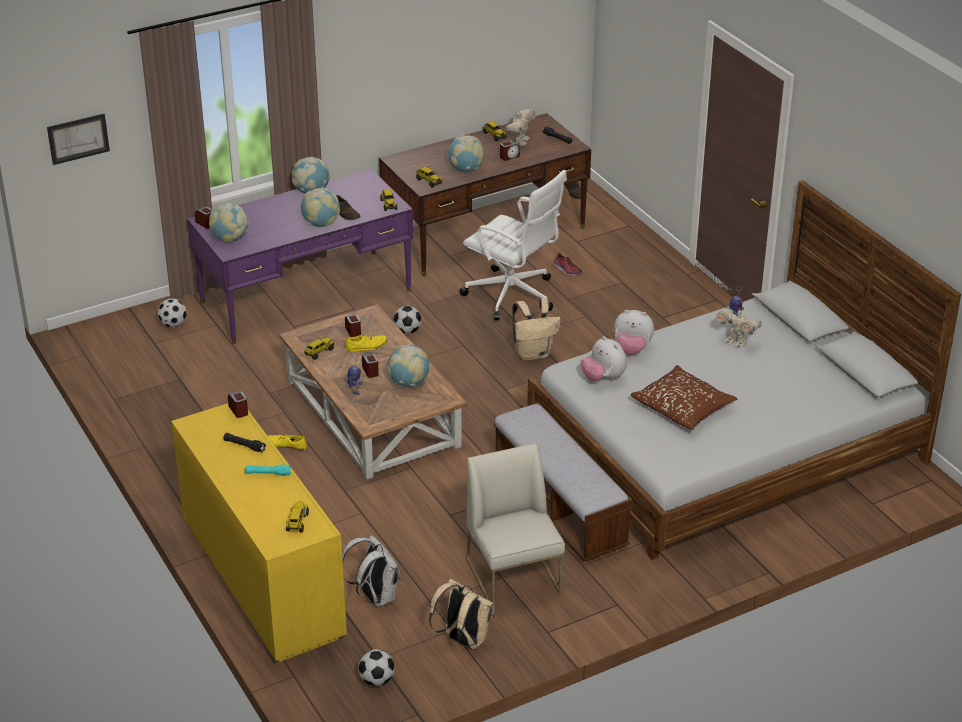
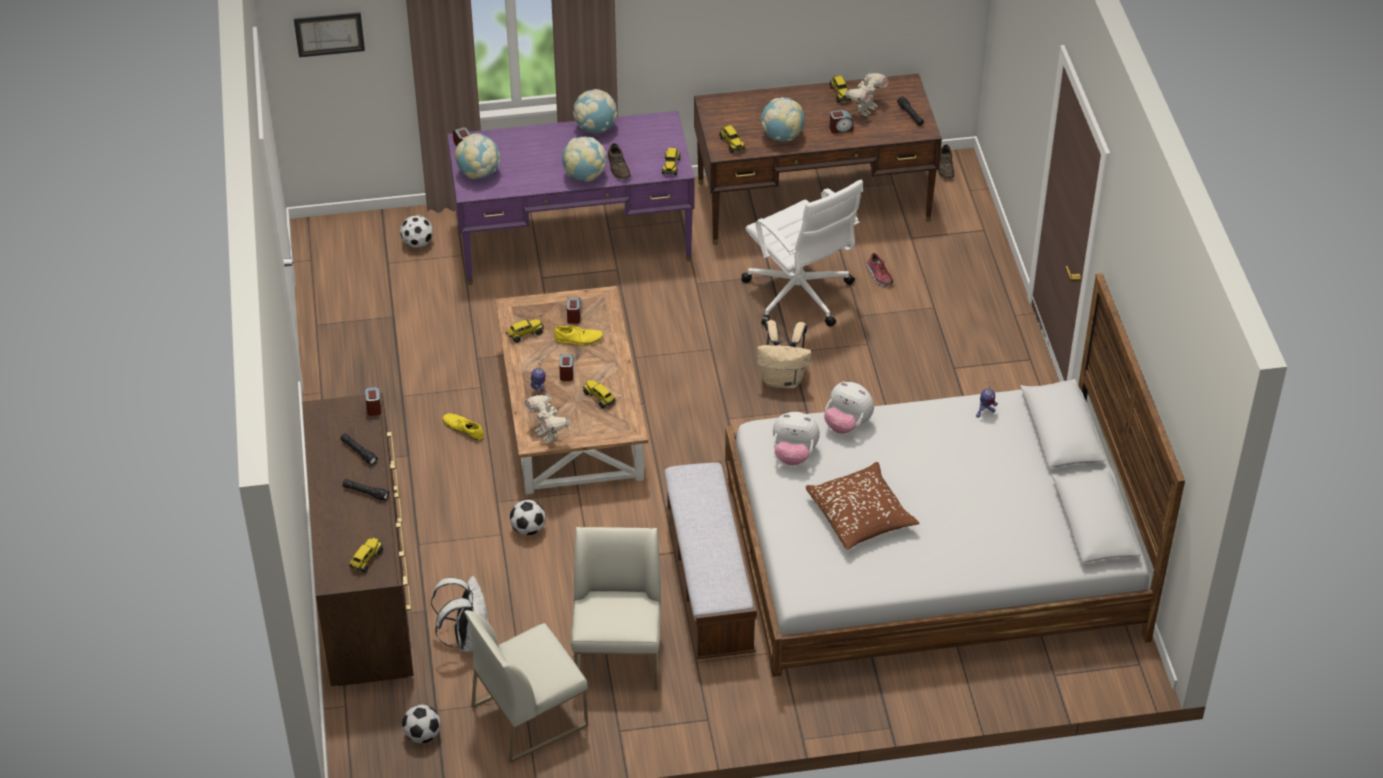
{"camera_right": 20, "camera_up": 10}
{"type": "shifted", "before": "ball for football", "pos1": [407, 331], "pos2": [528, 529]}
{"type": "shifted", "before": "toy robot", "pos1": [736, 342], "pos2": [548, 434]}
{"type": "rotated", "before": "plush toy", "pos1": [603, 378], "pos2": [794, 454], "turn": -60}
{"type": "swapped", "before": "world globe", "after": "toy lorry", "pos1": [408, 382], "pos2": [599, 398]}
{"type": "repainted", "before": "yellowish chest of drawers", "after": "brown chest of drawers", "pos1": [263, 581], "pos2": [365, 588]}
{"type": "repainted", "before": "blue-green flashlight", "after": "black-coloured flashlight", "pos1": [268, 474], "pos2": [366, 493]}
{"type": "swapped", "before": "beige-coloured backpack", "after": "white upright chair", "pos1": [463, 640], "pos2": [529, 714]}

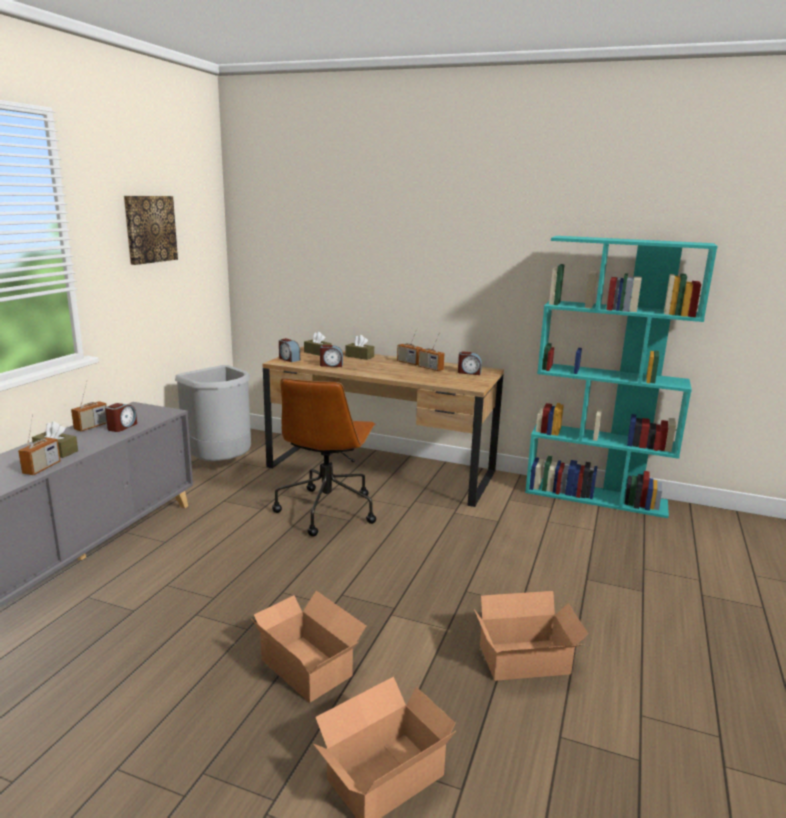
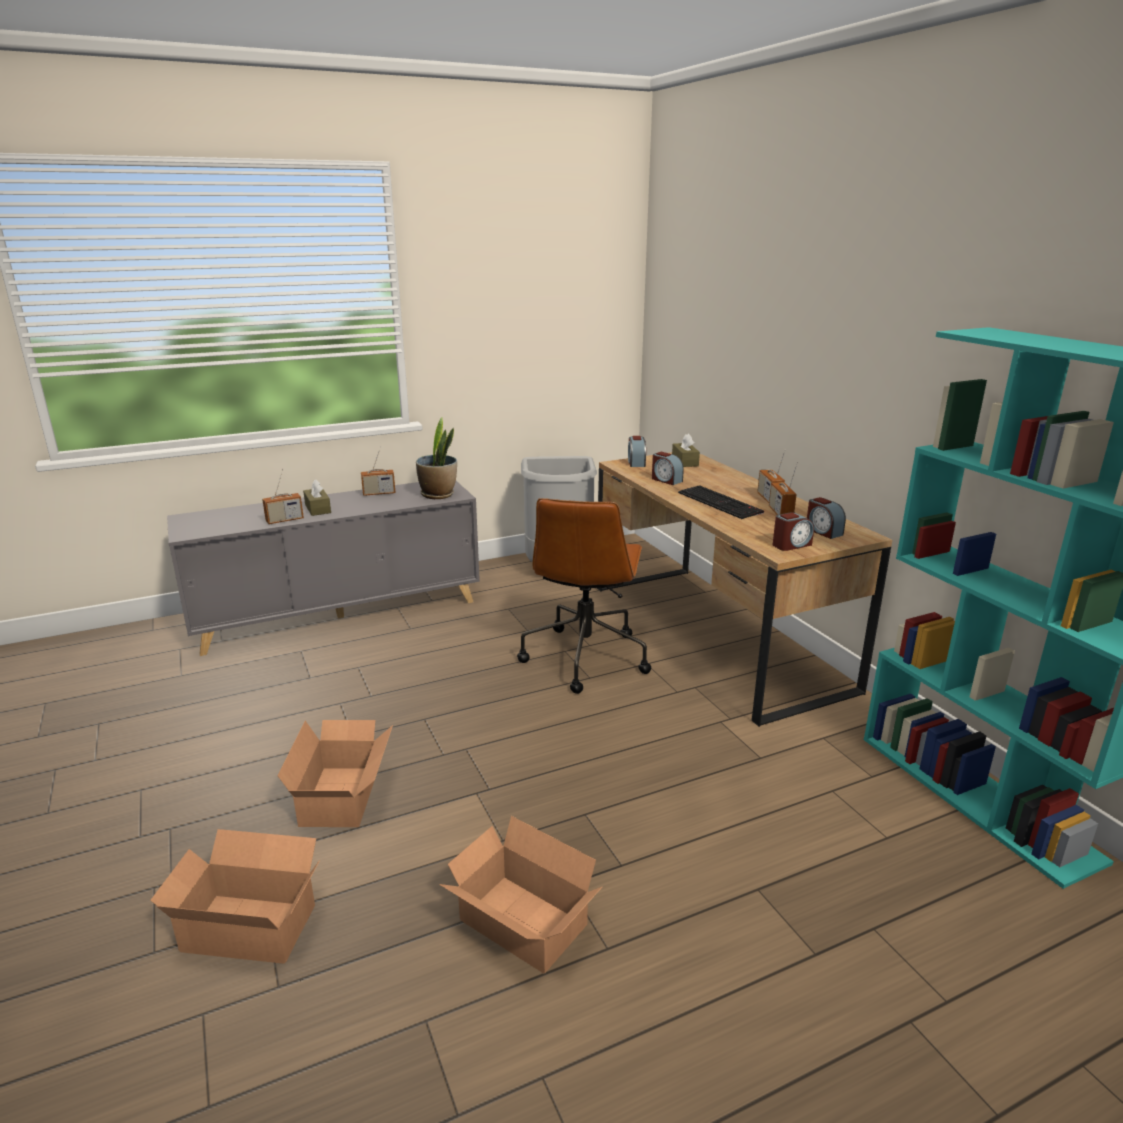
{"camera_right": 45, "camera_up": 5}
{"type": "gone", "before": "wall art", "pos1": [150, 229]}
{"type": "gone", "before": "brown box of tissues", "pos1": [359, 356]}
{"type": "rotated", "before": "brown computer chair", "pos1": [327, 510], "pos2": [585, 657], "turn": -45}
{"type": "shifted", "before": "table clock", "pos1": [122, 427], "pos2": [791, 545]}
{"type": "new", "after": "plant in a pot", "pos2": [438, 494]}
{"type": "new", "after": "computer keyboard", "pos2": [721, 502]}

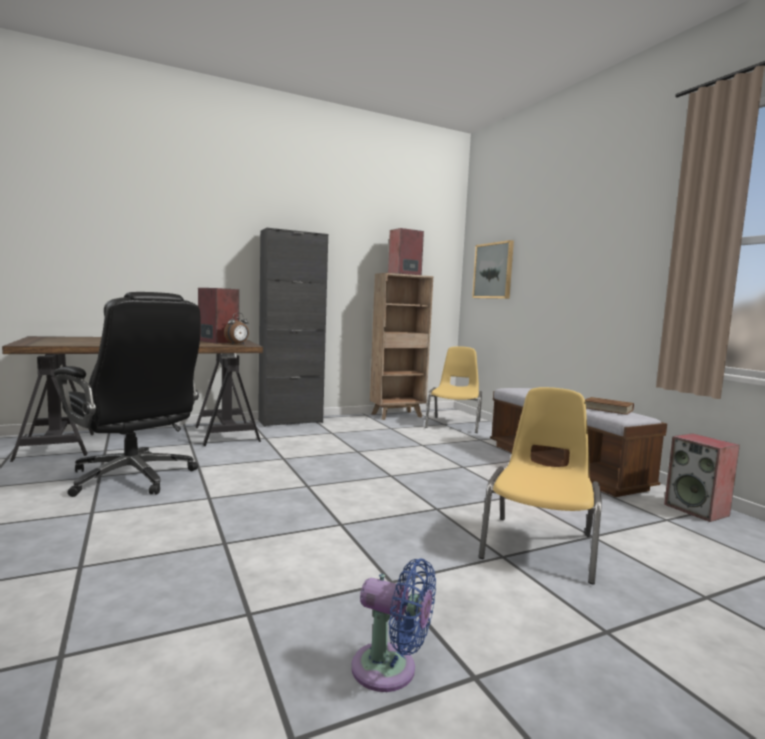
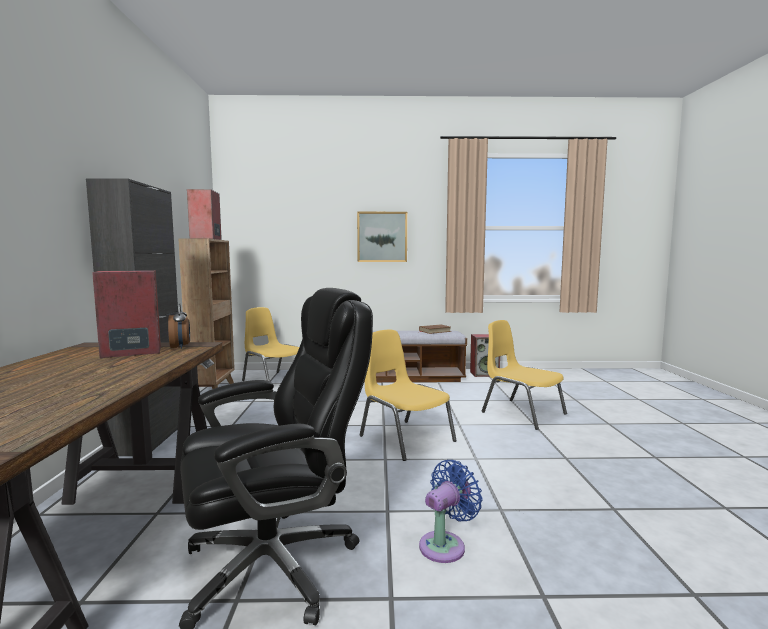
{"camera_right": -65, "camera_up": 0}
{"type": "shifted", "before": "wall art", "pos1": [493, 270], "pos2": [382, 237]}
{"type": "shifted", "before": "blue electric fan", "pos1": [390, 670], "pos2": [445, 545]}
{"type": "new", "after": "yellowish upright chair", "pos2": [405, 438]}

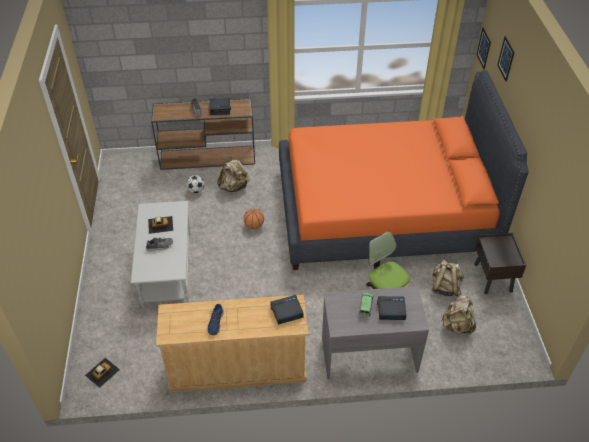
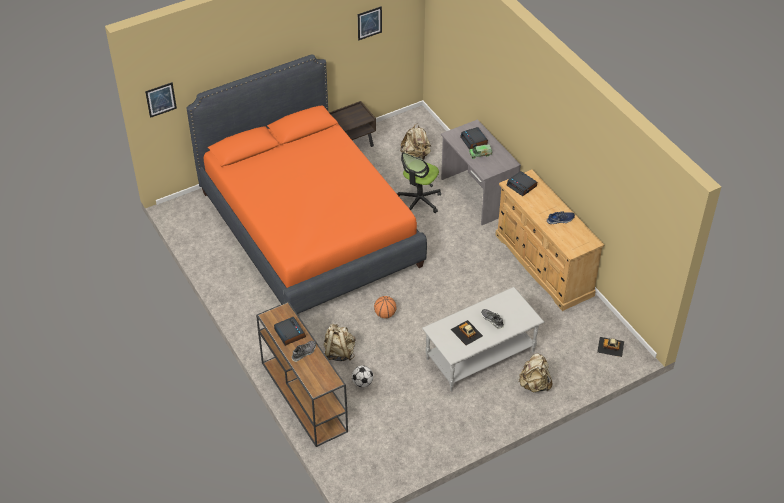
{"camera_right": -115, "camera_up": 0}
{"type": "shifted", "before": "wall art", "pos1": [506, 59], "pos2": [369, 23]}
{"type": "shifted", "before": "beige-coloured backpack", "pos1": [444, 287], "pos2": [534, 384]}

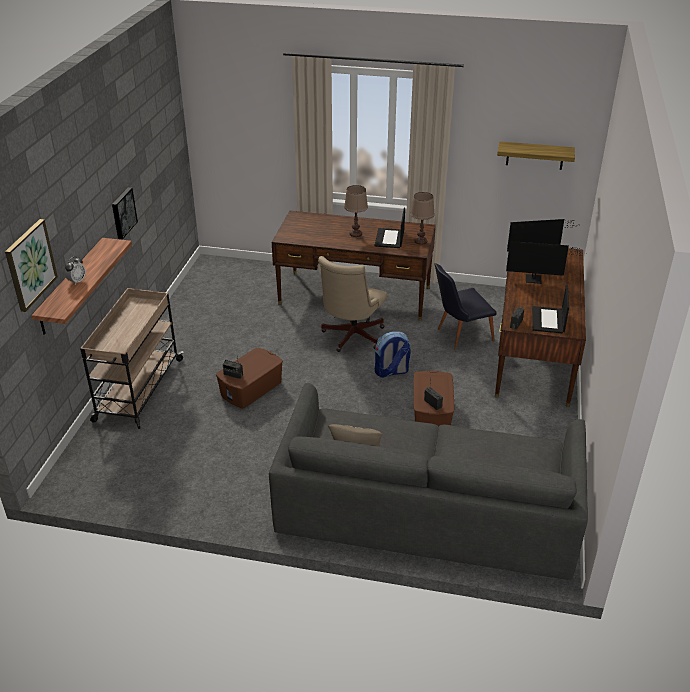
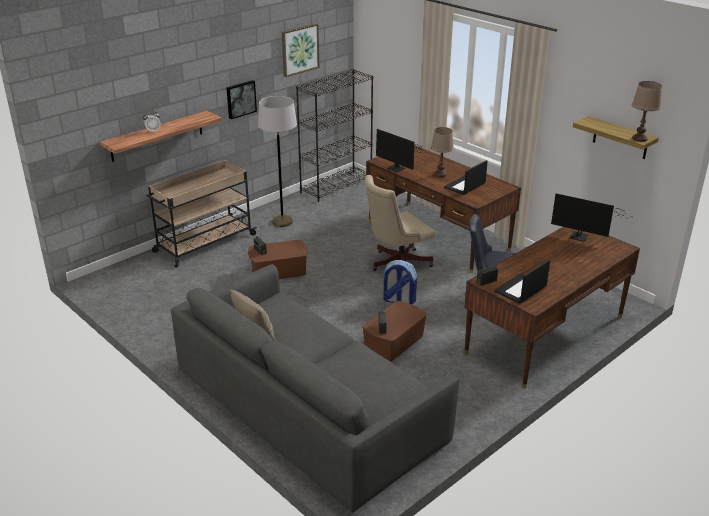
{"camera_right": 35, "camera_up": -5}
{"type": "shifted", "before": "brown table lamp", "pos1": [420, 241], "pos2": [639, 138]}
{"type": "shifted", "before": "wall art", "pos1": [30, 264], "pos2": [299, 49]}
{"type": "shifted", "before": "monitor", "pos1": [536, 279], "pos2": [397, 169]}
{"type": "new", "after": "black-coloured bookcase", "pos2": [336, 186]}
{"type": "new", "after": "gray floor lamp", "pos2": [282, 222]}

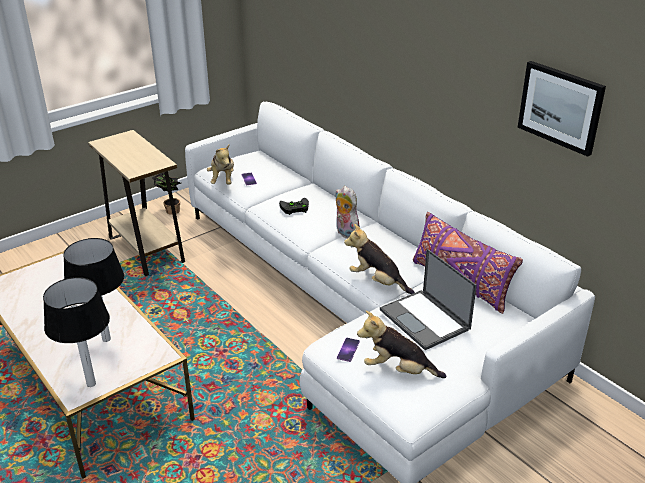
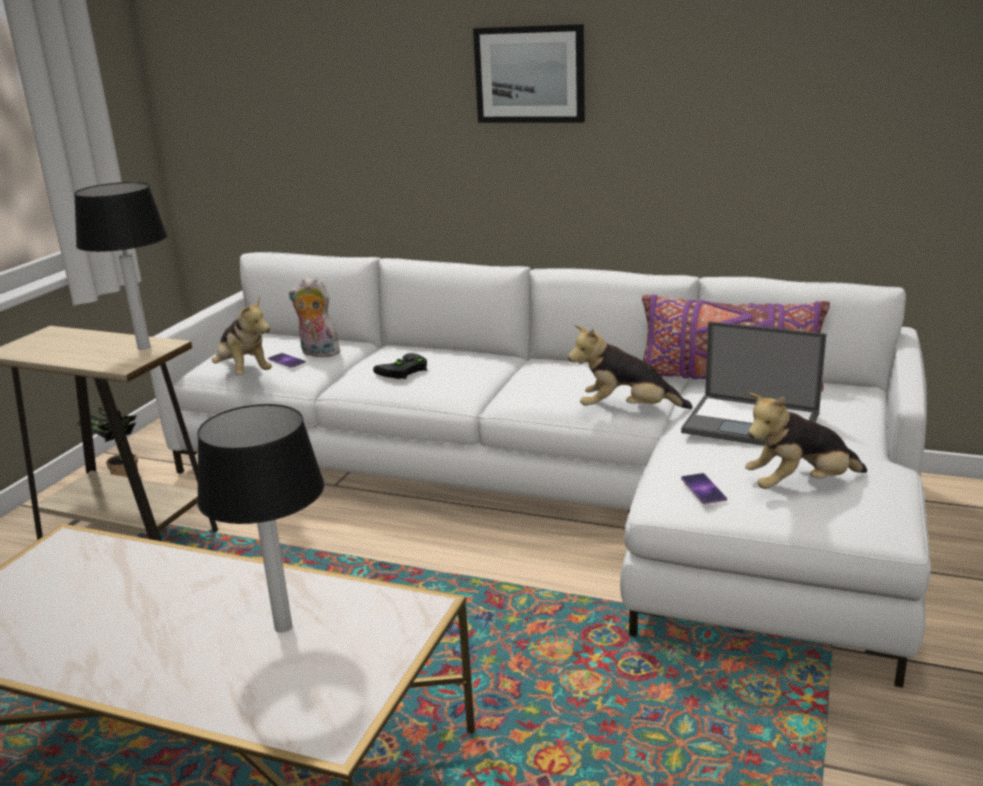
{"camera_right": -30, "camera_up": -10}
{"type": "shifted", "before": "wall art", "pos1": [560, 107], "pos2": [530, 74]}
{"type": "shifted", "before": "plush toy", "pos1": [345, 233], "pos2": [318, 353]}
{"type": "shifted", "before": "table lamp", "pos1": [90, 384], "pos2": [143, 347]}

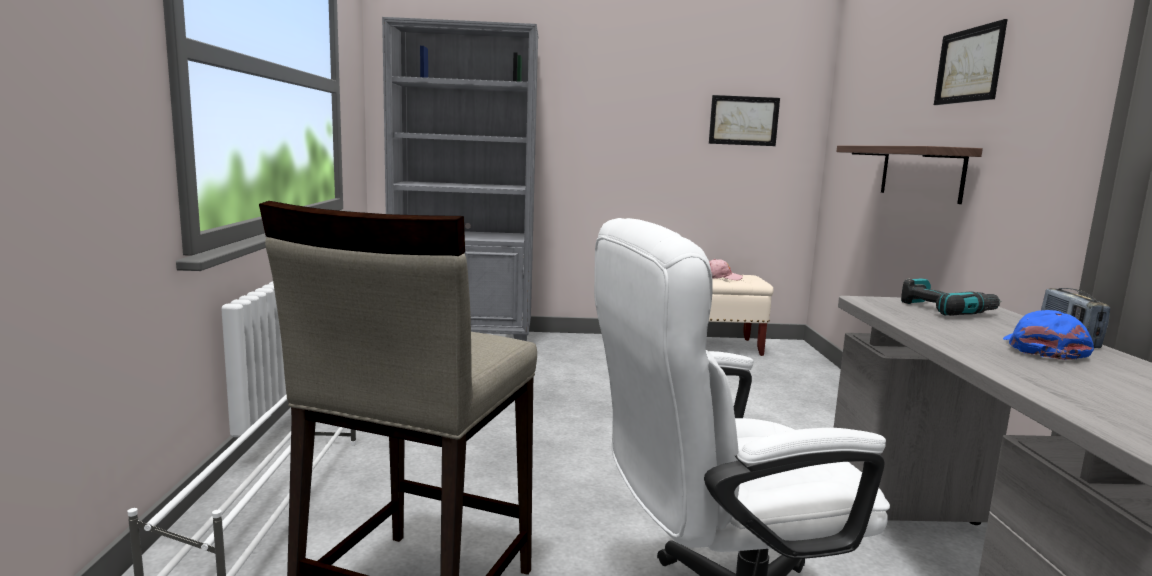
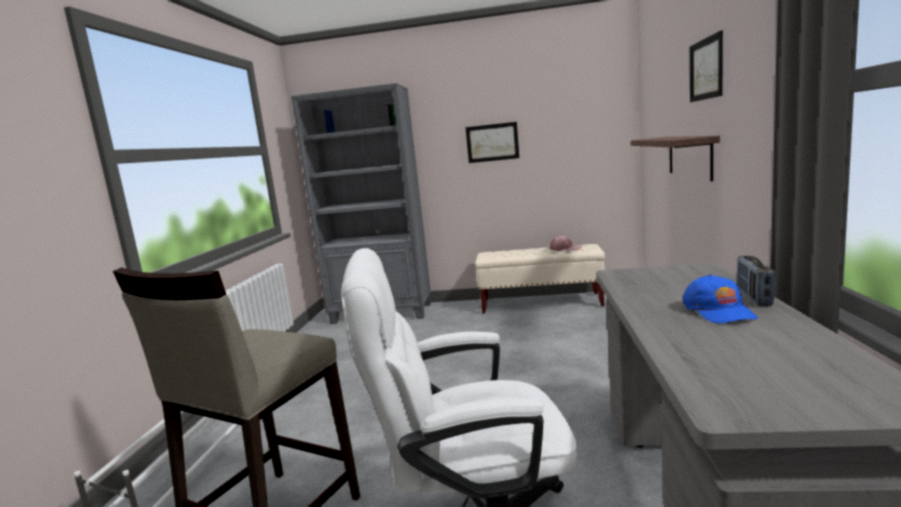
{"camera_right": 10, "camera_up": 0}
{"type": "shifted", "before": "wall art", "pos1": [743, 120], "pos2": [492, 142]}
{"type": "gone", "before": "drill", "pos1": [946, 310]}
{"type": "rotated", "before": "blue peaked cap", "pos1": [1042, 349], "pos2": [719, 311], "turn": 150}

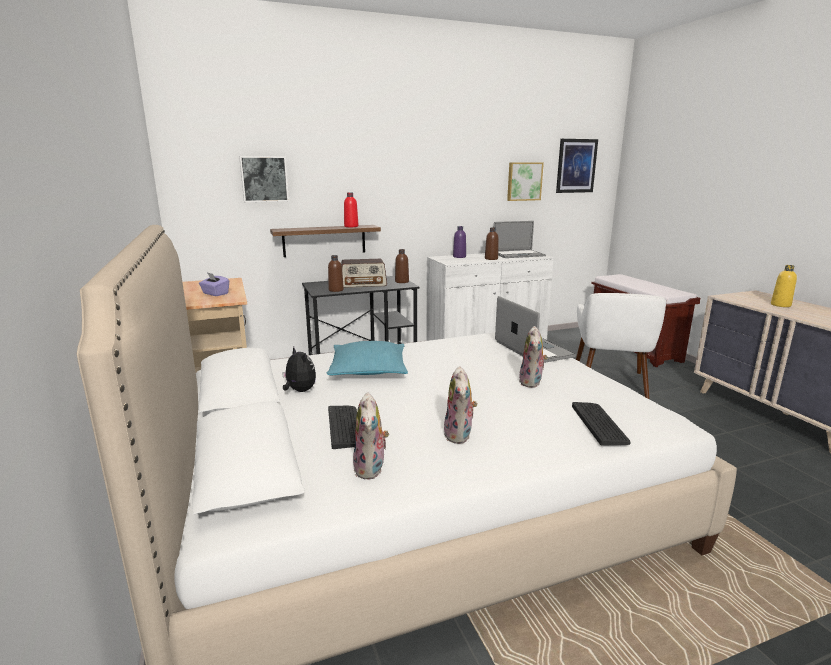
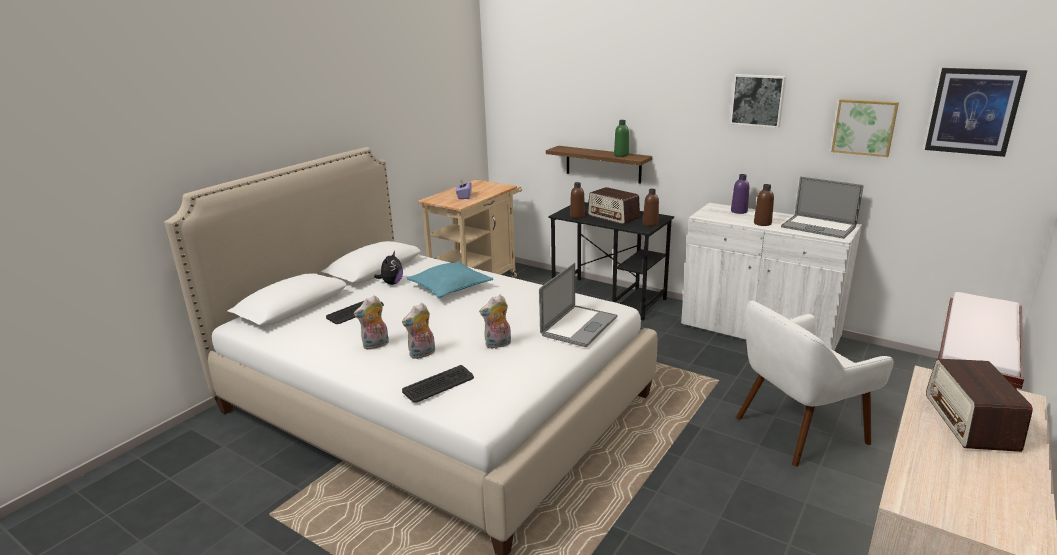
{"camera_right": 55, "camera_up": 5}
{"type": "shifted", "before": "wall art", "pos1": [264, 179], "pos2": [758, 100]}
{"type": "repainted", "before": "red-coloured beverage bottle", "after": "green beverage bottle", "pos1": [351, 226], "pos2": [621, 155]}
{"type": "swapped", "before": "yellowish beverage bottle", "after": "radio receiver", "pos1": [780, 305], "pos2": [970, 422]}
{"type": "shifted", "before": "plush toy", "pos1": [371, 469], "pos2": [422, 354]}

